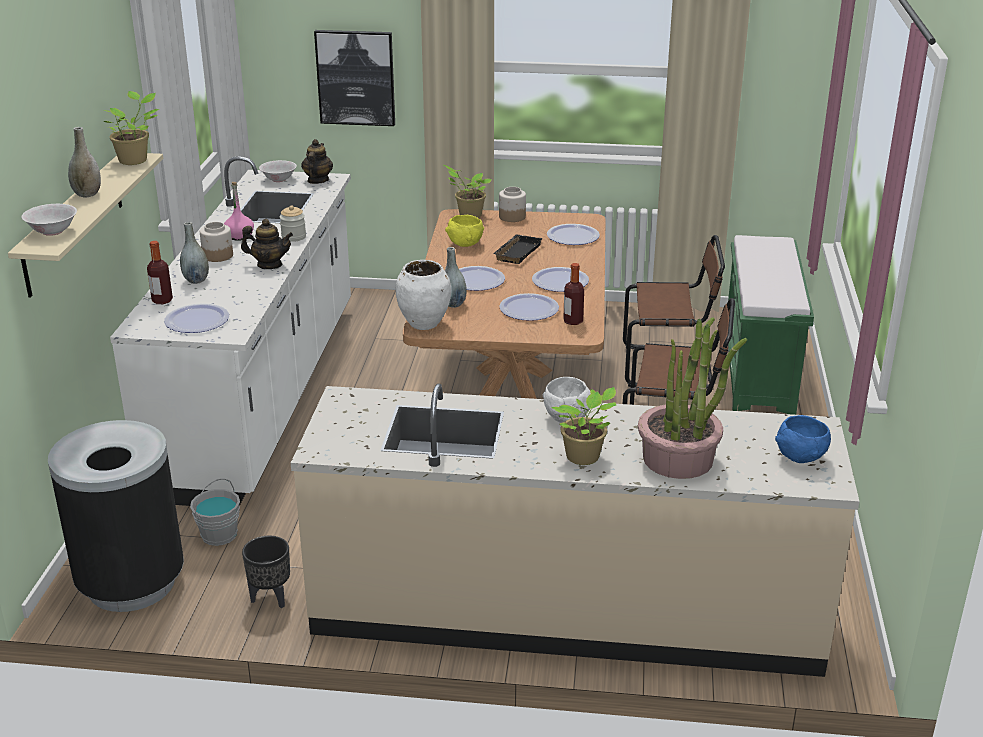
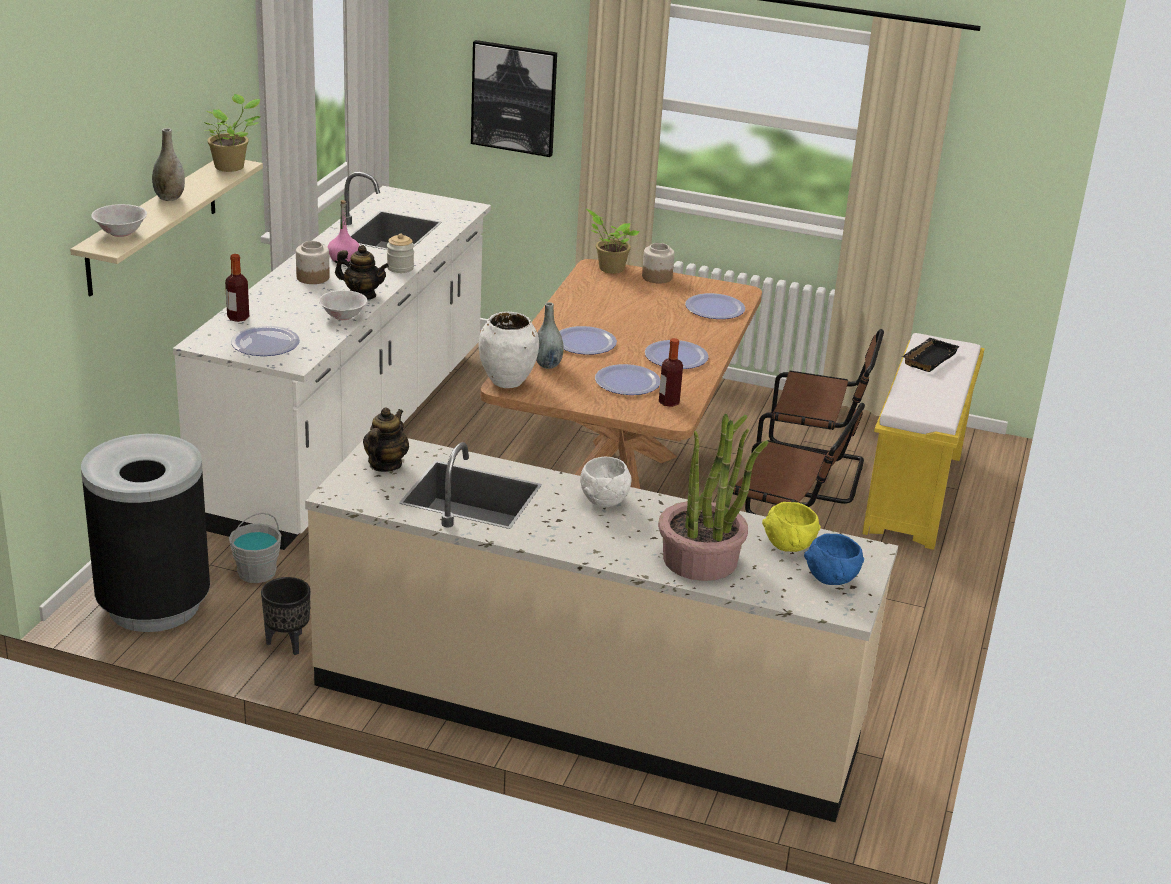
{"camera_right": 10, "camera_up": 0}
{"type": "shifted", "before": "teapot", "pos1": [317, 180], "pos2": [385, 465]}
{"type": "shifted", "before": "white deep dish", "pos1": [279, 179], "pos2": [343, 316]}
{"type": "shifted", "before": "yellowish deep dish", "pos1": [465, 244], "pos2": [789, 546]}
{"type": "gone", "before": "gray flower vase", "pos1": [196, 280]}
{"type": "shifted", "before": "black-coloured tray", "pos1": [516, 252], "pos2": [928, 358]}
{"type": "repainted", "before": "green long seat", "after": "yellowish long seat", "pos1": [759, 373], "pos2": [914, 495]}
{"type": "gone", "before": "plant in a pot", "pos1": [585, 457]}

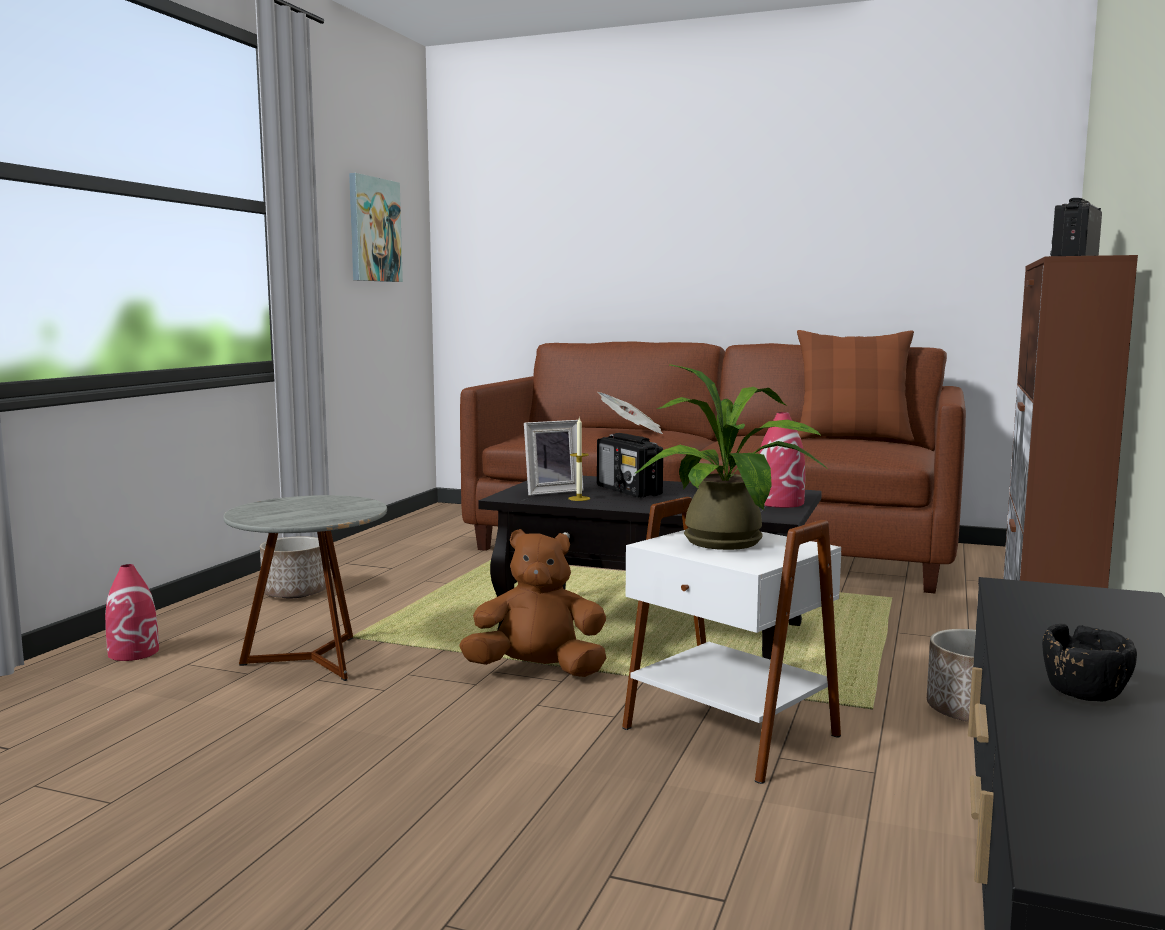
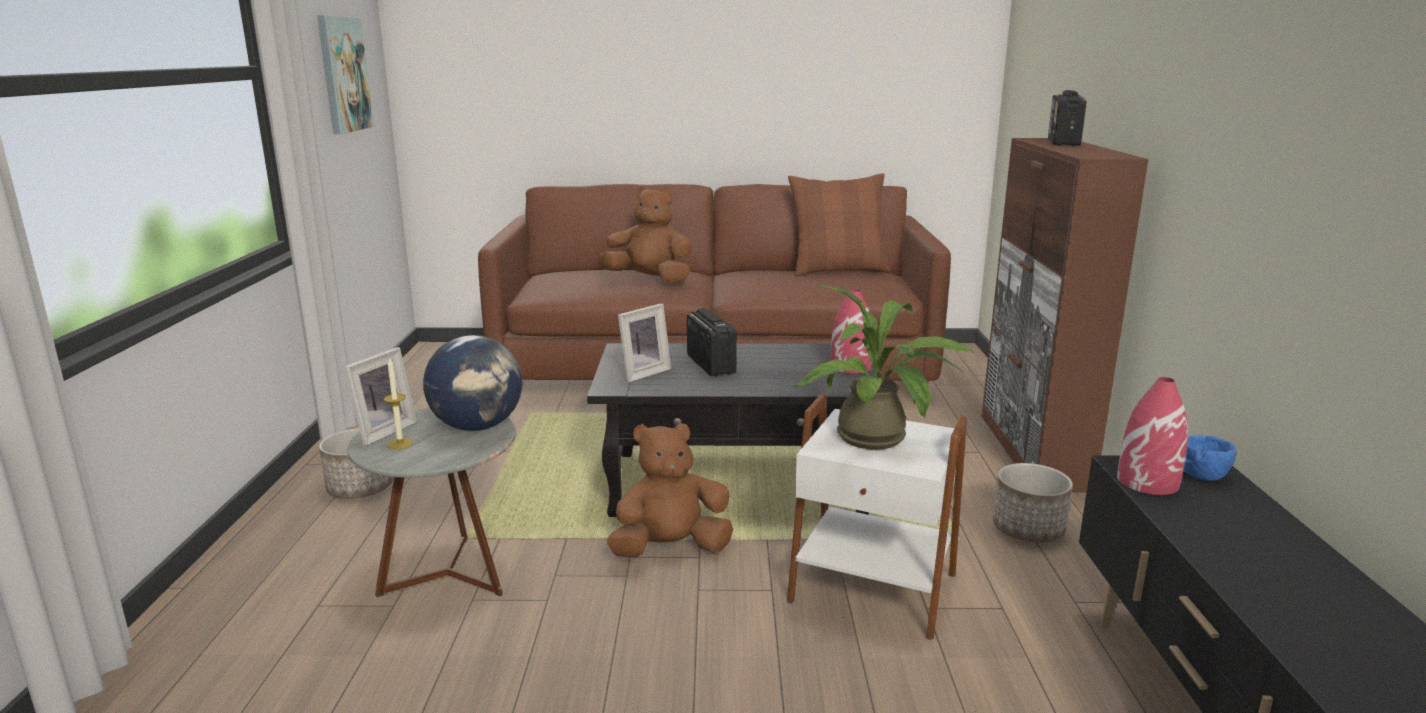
{"camera_right": -20, "camera_up": 10}
{"type": "swapped", "before": "printed paper", "after": "brown plush toy", "pos1": [631, 432], "pos2": [649, 280]}
{"type": "shifted", "before": "candle", "pos1": [579, 498], "pos2": [400, 444]}
{"type": "rotated", "before": "radio receiver", "pos1": [629, 491], "pos2": [710, 364], "turn": -150}
{"type": "shifted", "before": "red-coloured flower vase", "pos1": [134, 652], "pos2": [1147, 482]}
{"type": "gone", "before": "black-coloured deep dish", "pos1": [1084, 694]}
{"type": "new", "after": "world globe", "pos2": [478, 427]}
{"type": "new", "after": "photo frame", "pos2": [382, 431]}
{"type": "new", "after": "blue deep dish", "pos2": [1203, 474]}

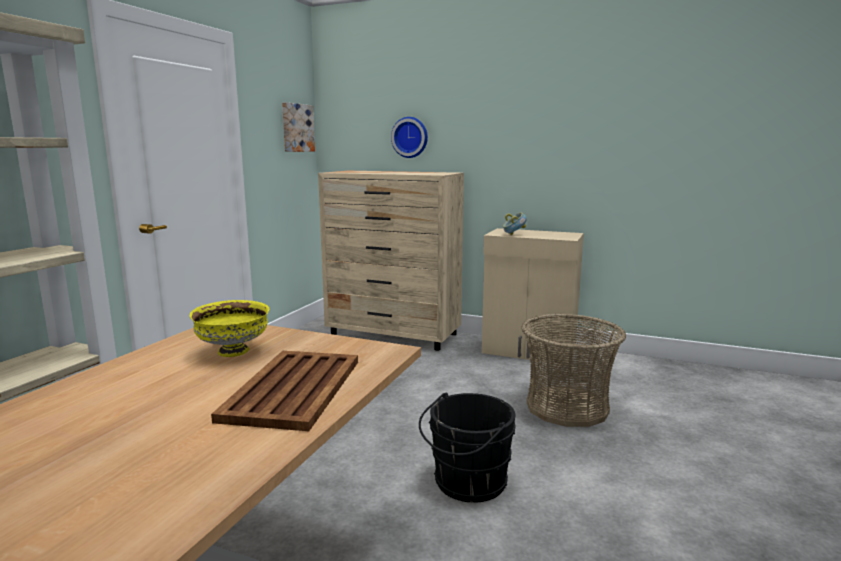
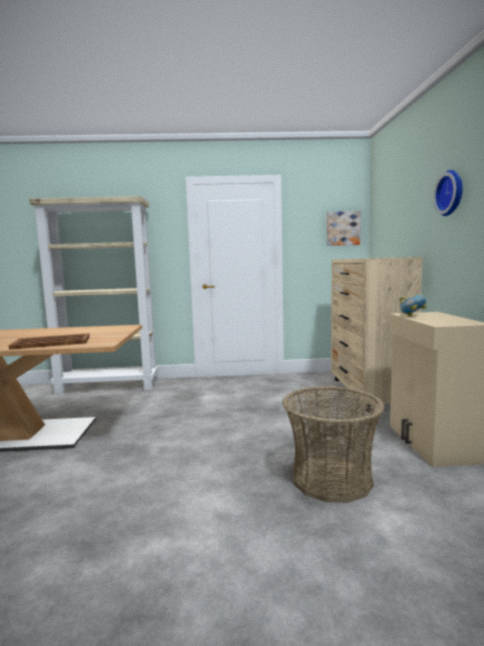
{"camera_right": 65, "camera_up": -5}
{"type": "shifted", "before": "wall clock", "pos1": [410, 137], "pos2": [451, 193]}
{"type": "gone", "before": "yellowish deep dish", "pos1": [234, 352]}
{"type": "gone", "before": "black-coloured pail", "pos1": [467, 483]}

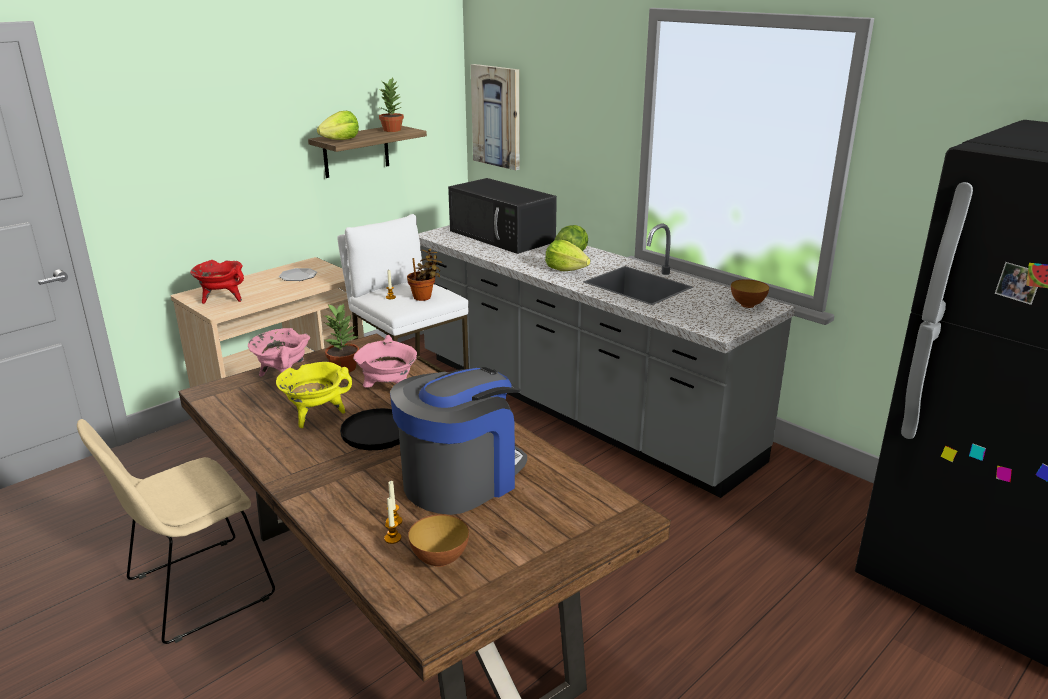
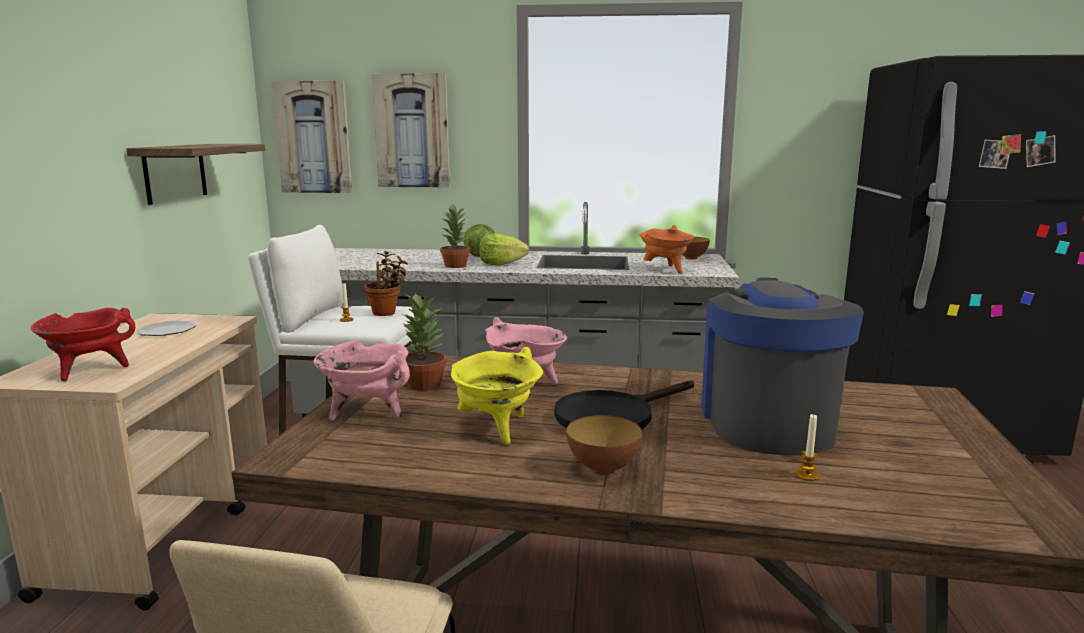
{"camera_right": -40, "camera_up": -10}
{"type": "shifted", "before": "plant in a pot", "pos1": [392, 130], "pos2": [456, 265]}
{"type": "gone", "before": "lettuce", "pos1": [341, 140]}
{"type": "gone", "before": "black-coloured kitchen microwave", "pos1": [503, 236]}
{"type": "gone", "before": "candle", "pos1": [392, 538]}
{"type": "shifted", "before": "deep dish", "pos1": [440, 560], "pos2": [603, 469]}
{"type": "new", "after": "wall art", "pos2": [412, 131]}
{"type": "new", "after": "orange-coloured saucepot", "pos2": [666, 270]}

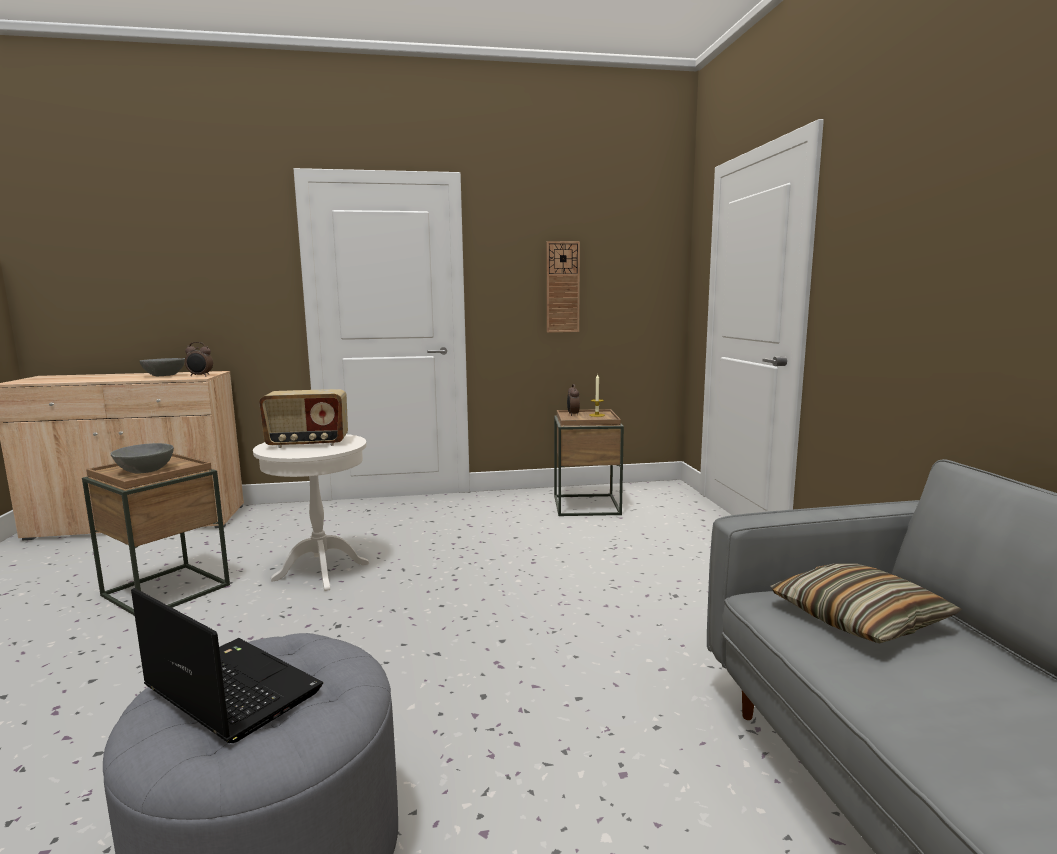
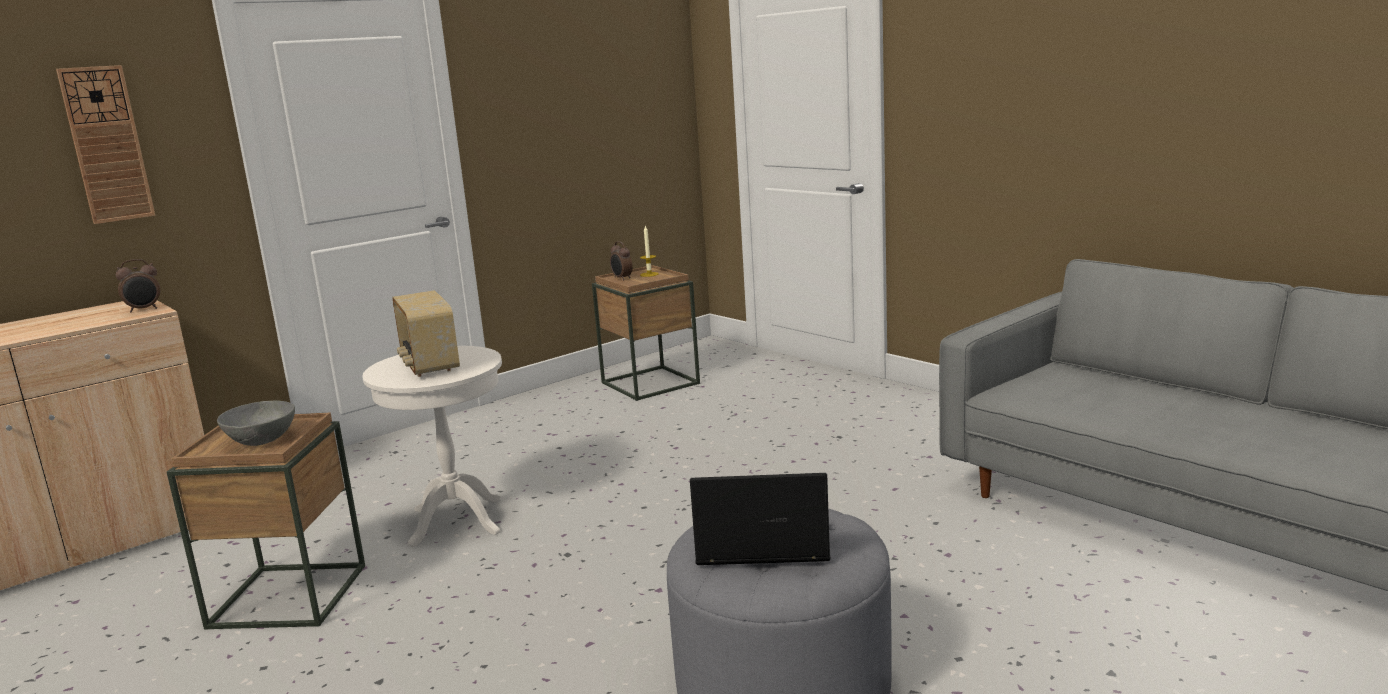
{"camera_right": -30, "camera_up": 5}
{"type": "shifted", "before": "wall clock", "pos1": [562, 287], "pos2": [107, 144]}
{"type": "gone", "before": "gray deep dish", "pos1": [164, 375]}
{"type": "rotated", "before": "radio receiver", "pos1": [307, 444], "pos2": [428, 365], "turn": 105}
{"type": "gone", "before": "cushion", "pos1": [859, 618]}

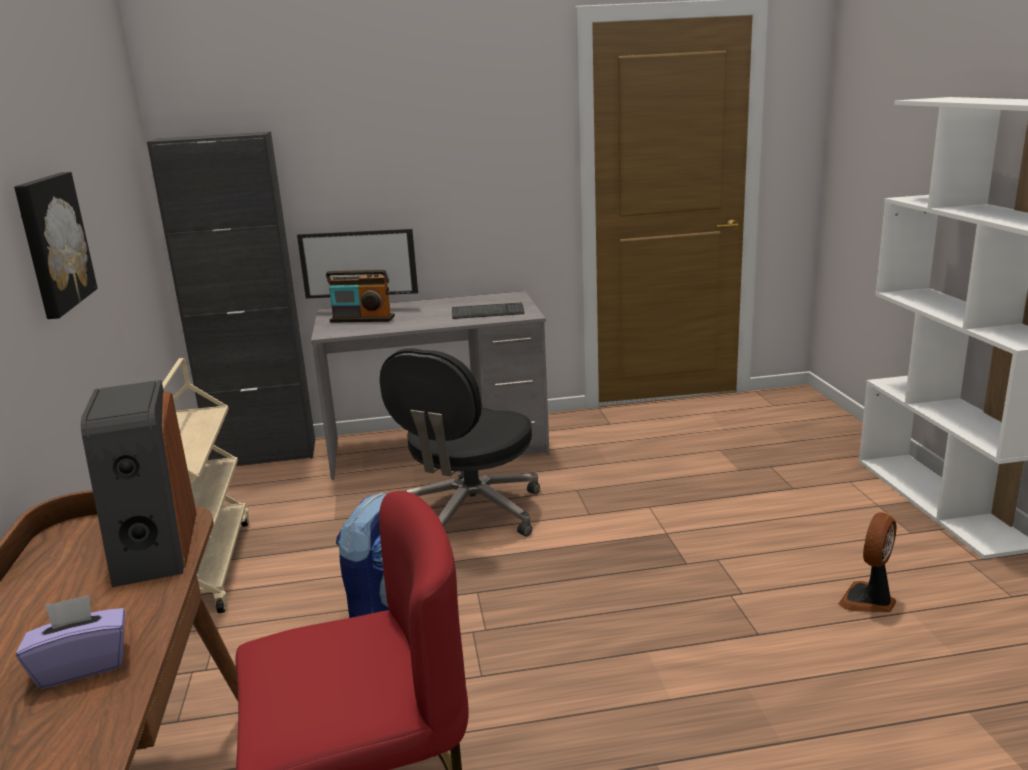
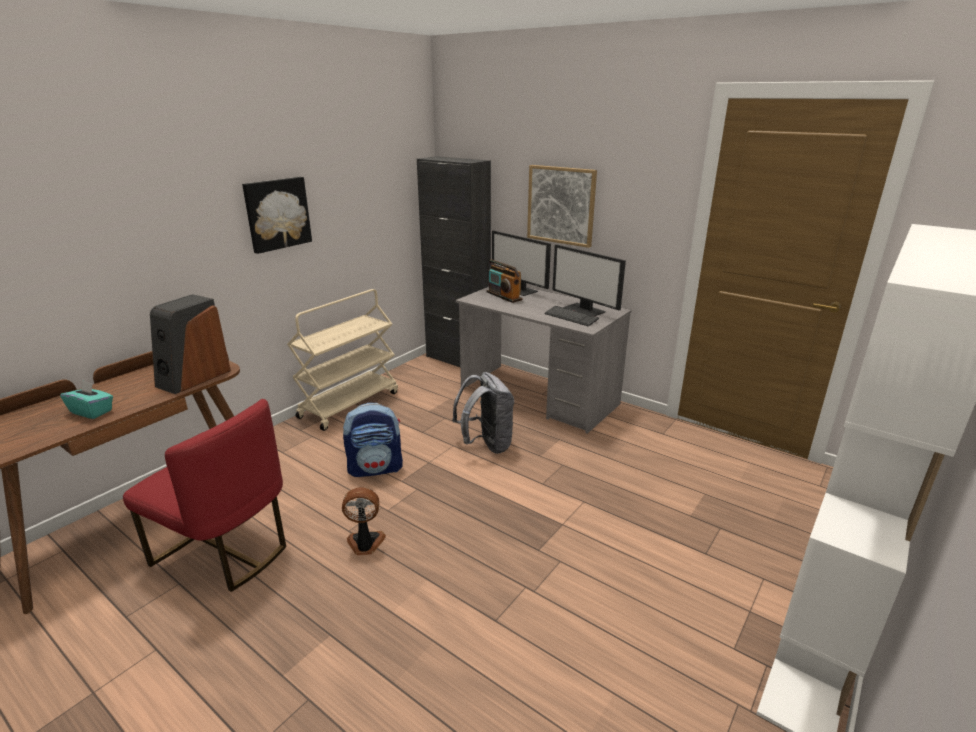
{"camera_right": 45, "camera_up": 5}
{"type": "swapped", "before": "black-coloured computer chair", "after": "gray backpack", "pos1": [470, 514], "pos2": [486, 445]}
{"type": "shifted", "before": "electric fan", "pos1": [869, 601], "pos2": [365, 544]}
{"type": "repainted", "before": "purple-coloured box of tissues", "after": "blue-green box of tissues", "pos1": [82, 665], "pos2": [92, 411]}
{"type": "new", "after": "wall art", "pos2": [561, 205]}
{"type": "new", "after": "monitor", "pos2": [585, 310]}

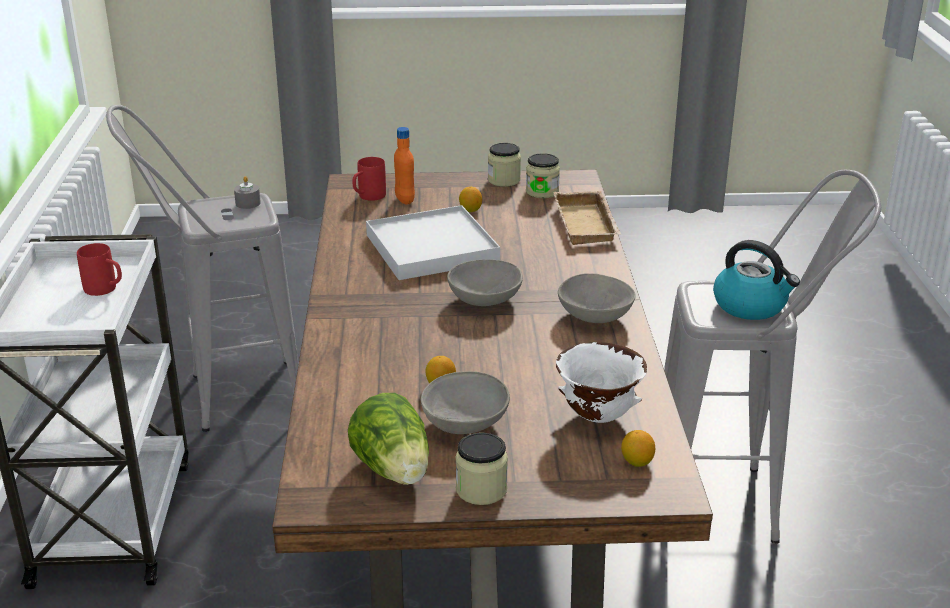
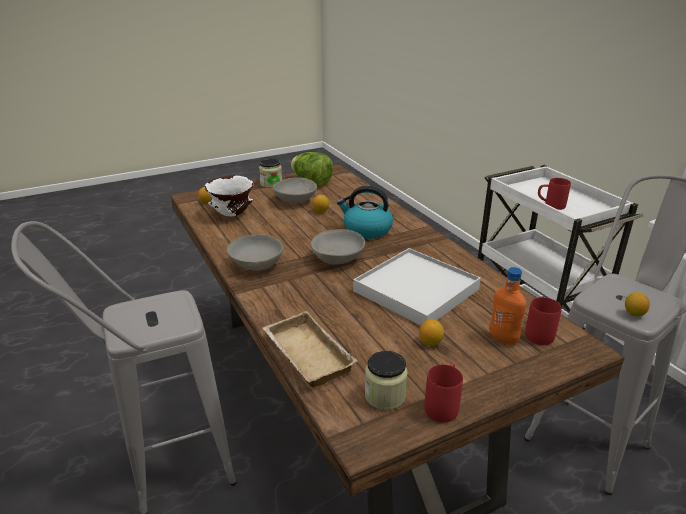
{"camera_right": 155, "camera_up": 0}
{"type": "swapped", "before": "jar", "after": "red-coloured mug", "pos1": [504, 180], "pos2": [443, 404]}
{"type": "swapped", "before": "gray candle", "after": "whole lemon", "pos1": [248, 203], "pos2": [634, 313]}
{"type": "shifted", "before": "water kettle", "pos1": [751, 306], "pos2": [366, 230]}

